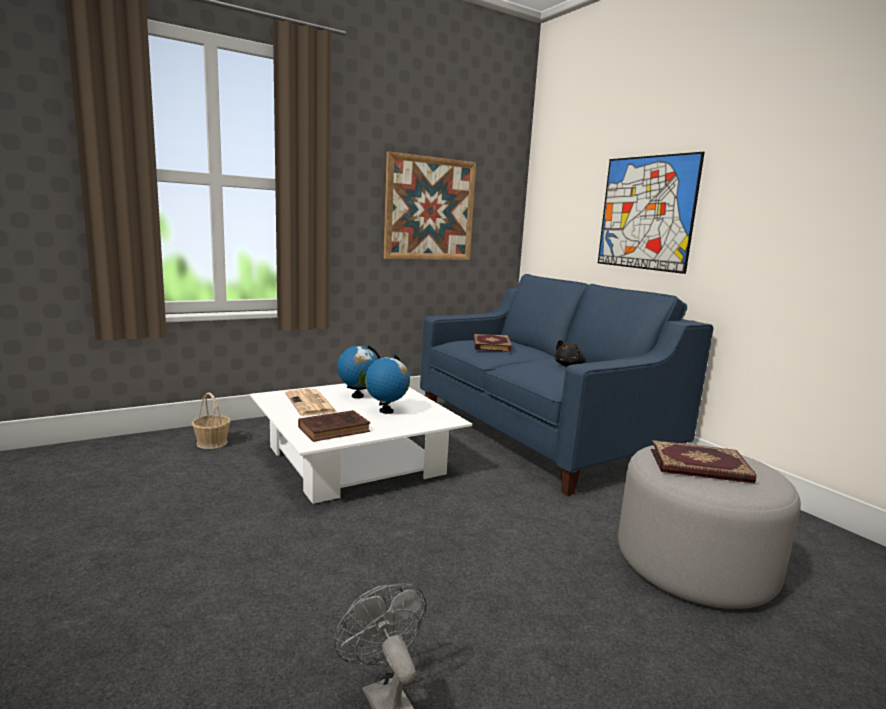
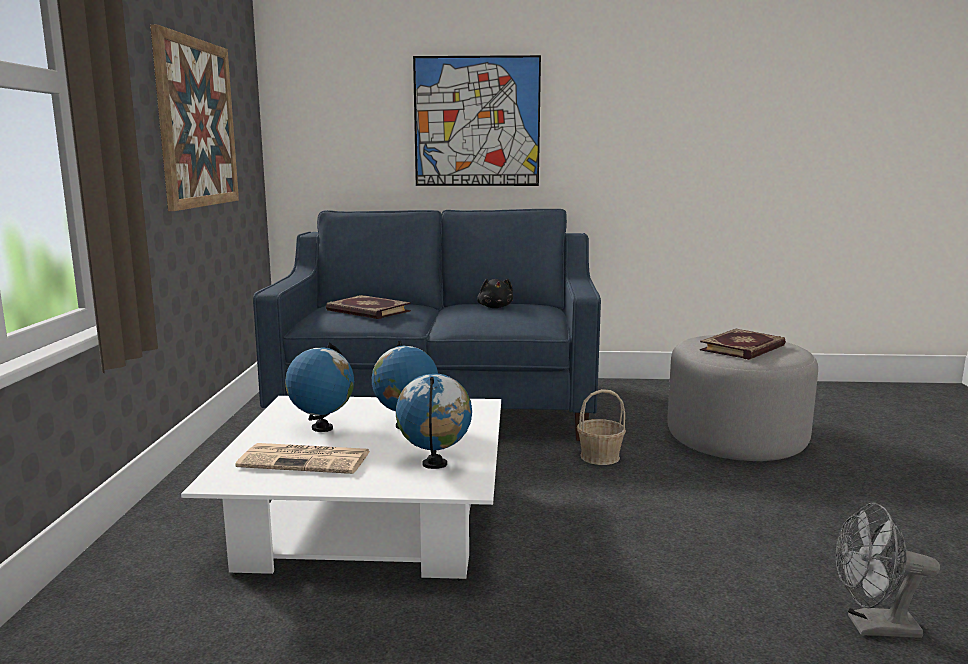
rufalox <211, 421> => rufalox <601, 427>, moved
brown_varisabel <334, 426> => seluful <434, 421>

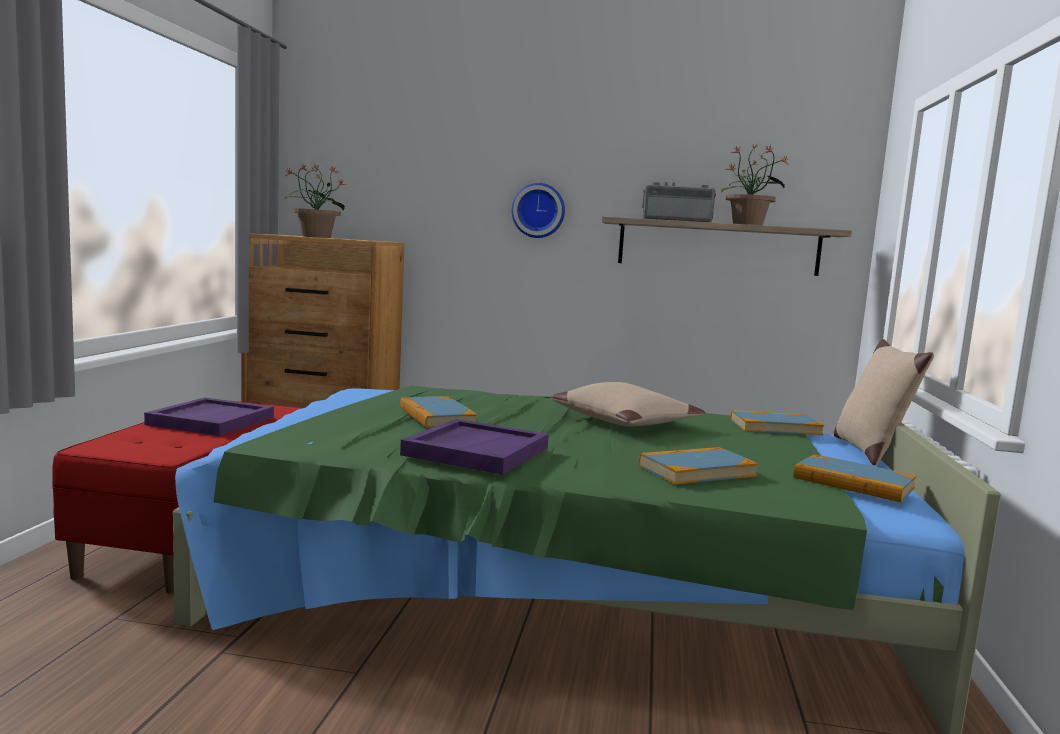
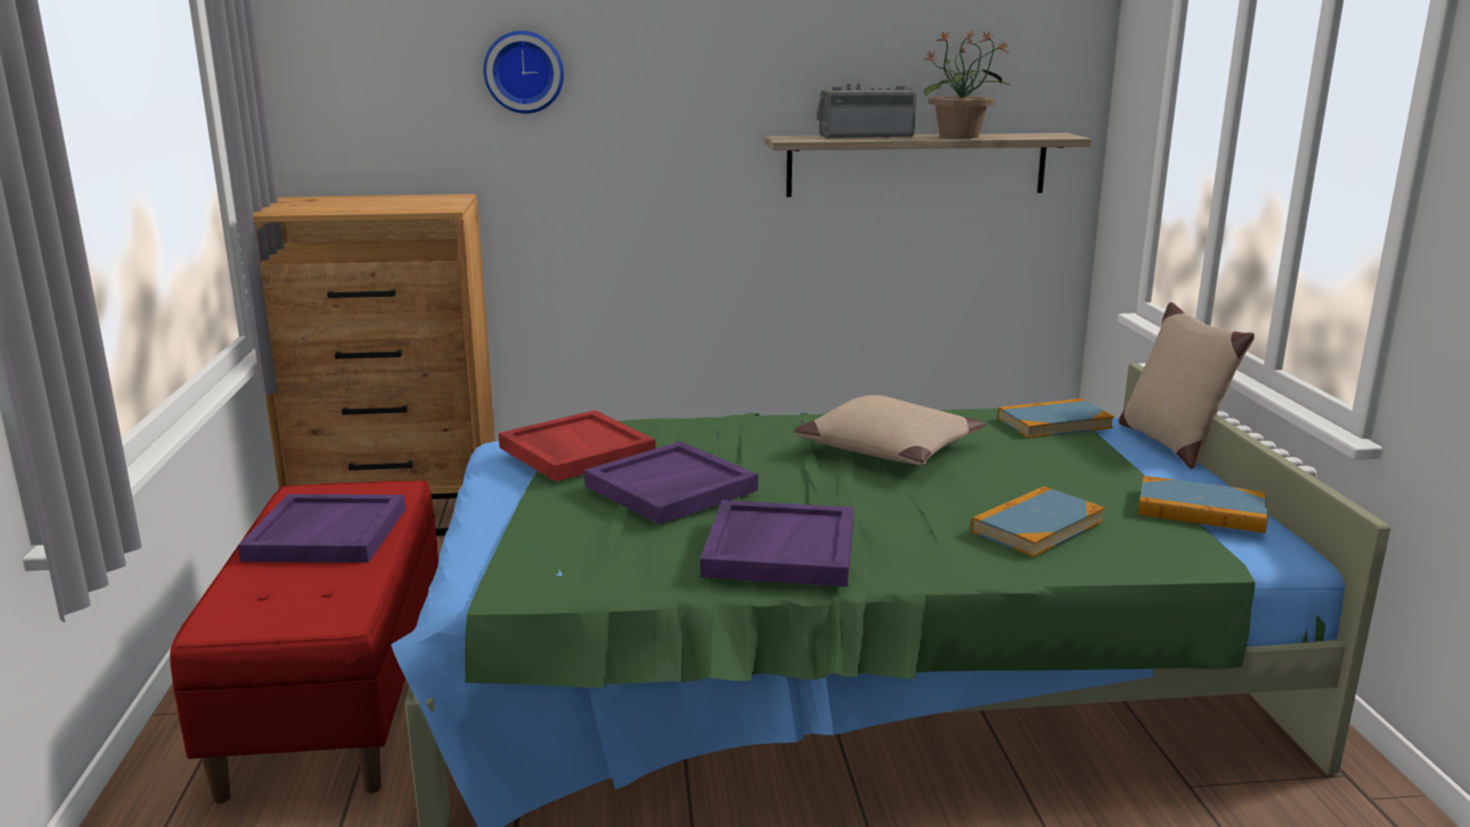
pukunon <315, 200> => nothing
varisabel <438, 412> => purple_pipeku <671, 483>
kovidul <538, 210> => kovidul <523, 72>, moved
nothing => red_pipeku <577, 446>

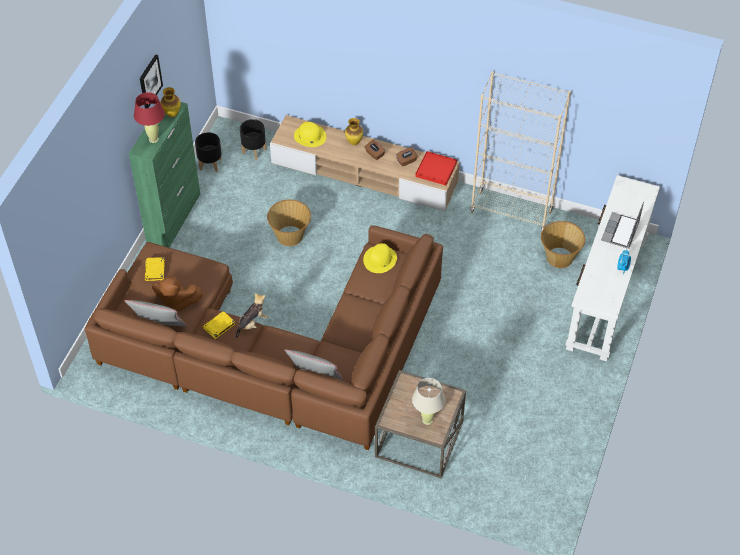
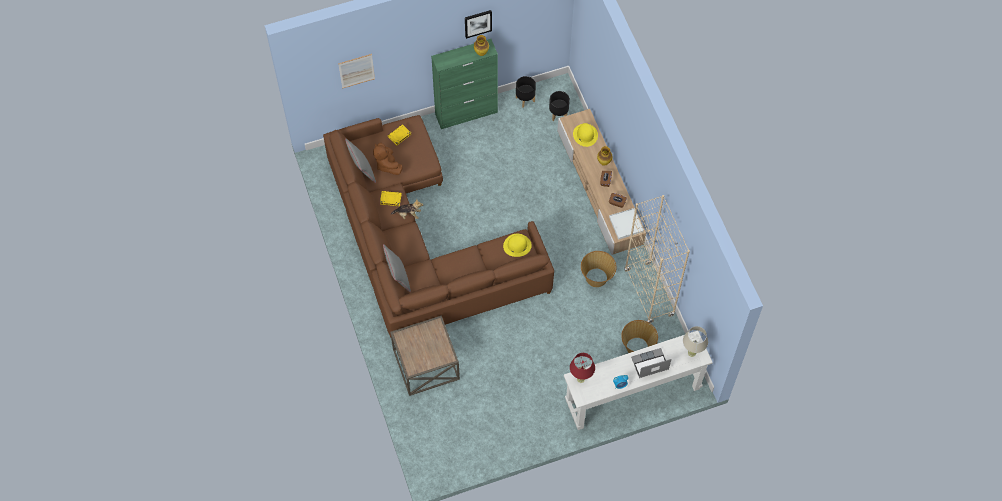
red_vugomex <149, 117> => red_vugomex <582, 368>, moved
rufalox <289, 223> => rufalox <599, 269>, moved
beige_vugomex <428, 401> => beige_vugomex <695, 341>, moved
red_pipeku <436, 168> => white_pipeku <626, 224>
nothing => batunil <356, 71>

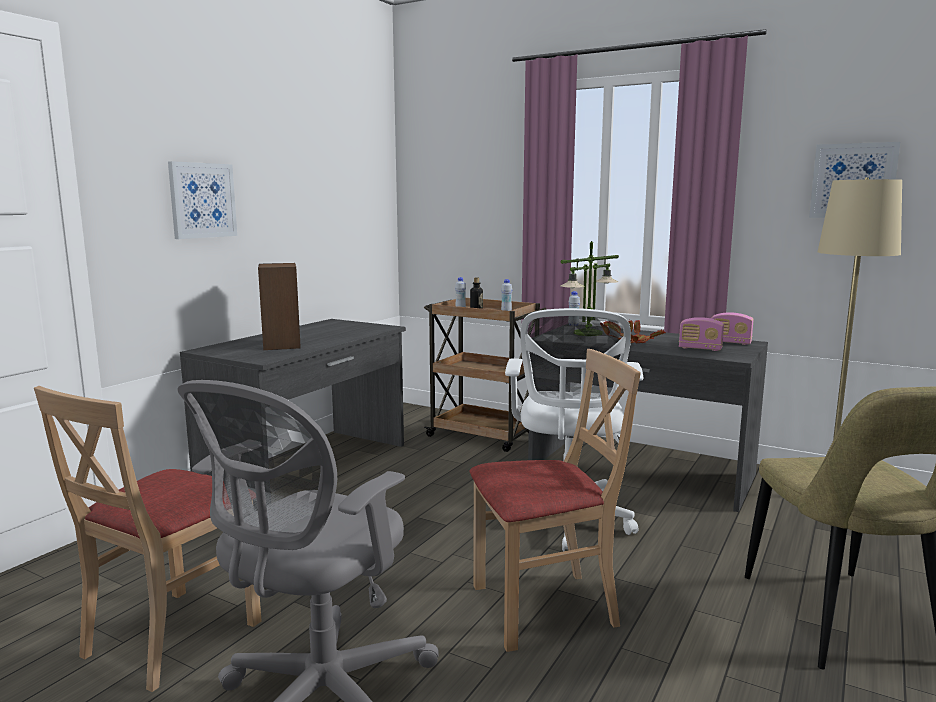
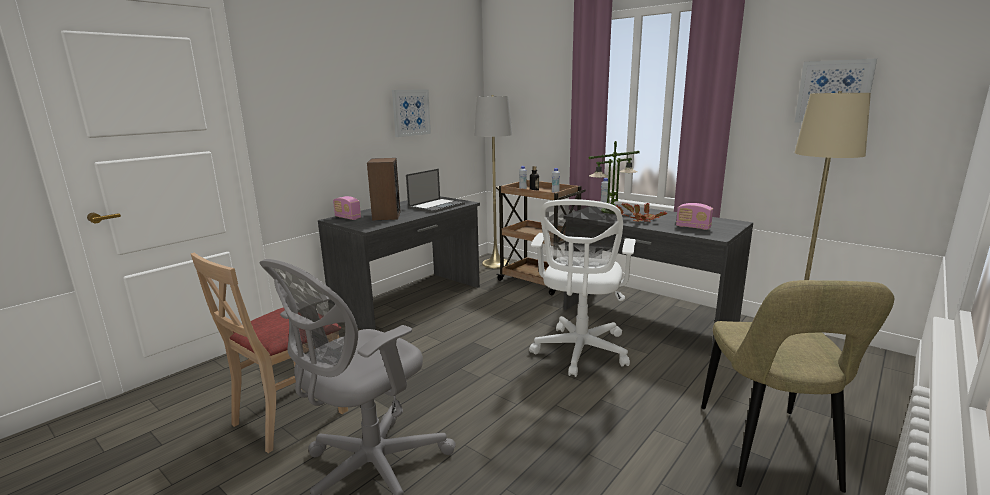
batunil <202, 200> => batunil <411, 113>, moved
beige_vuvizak <555, 500> => nothing
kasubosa <732, 328> => kasubosa <347, 208>, moved
nothing => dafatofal <435, 191>
nothing => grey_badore <493, 181>

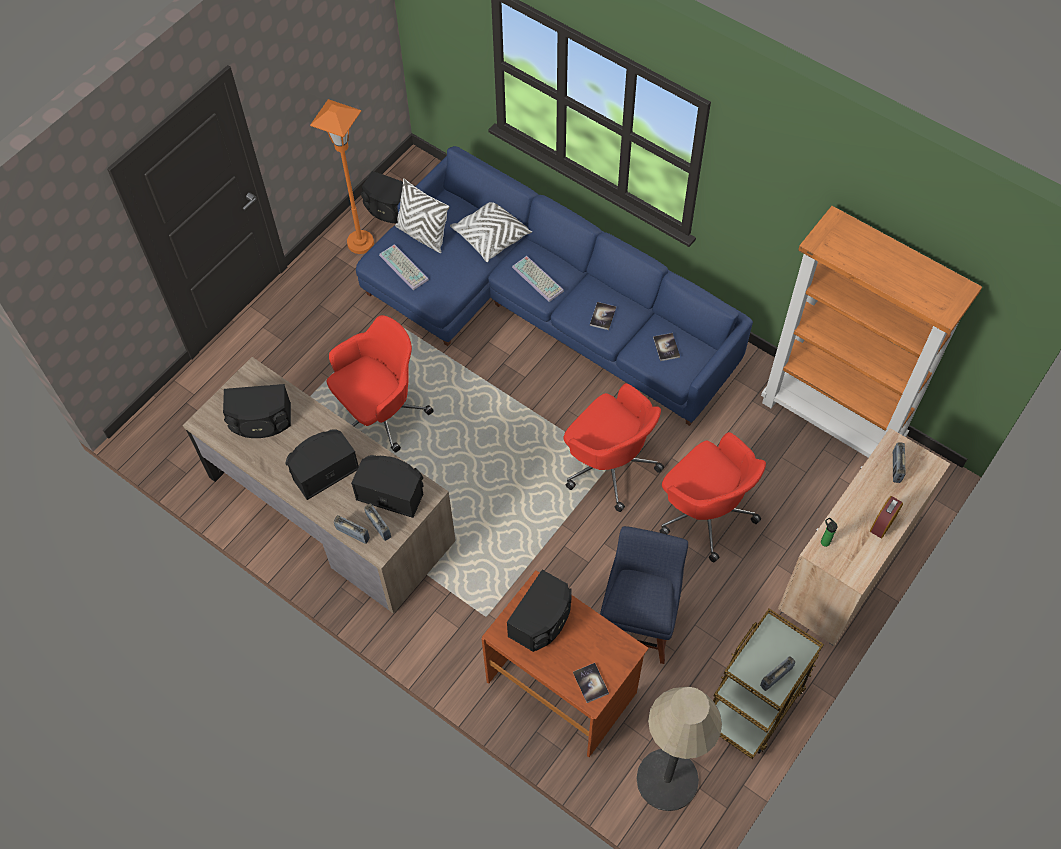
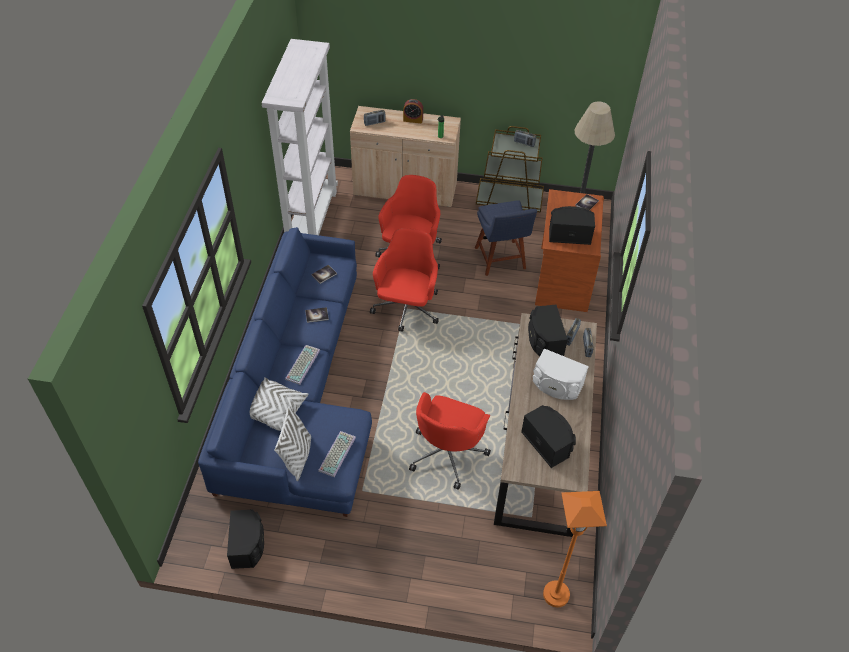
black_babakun <322, 464> => white_babakun <561, 374>
orange_badore <342, 176> => orange_badore <575, 549>, moved
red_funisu <380, 384> => red_funisu <450, 441>, 90 degrees counterclockwise
blue_vuvizak <644, 595> => blue_vuvizak <506, 238>, 90 degrees counterclockwise
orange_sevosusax <871, 332> => white_sevosusax <300, 137>

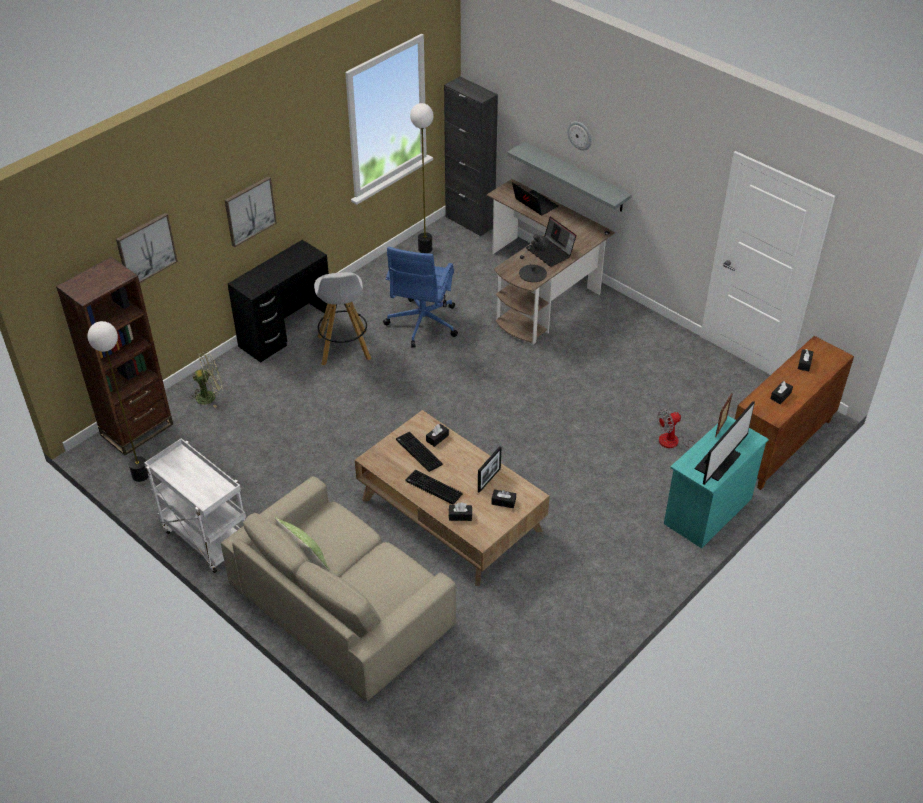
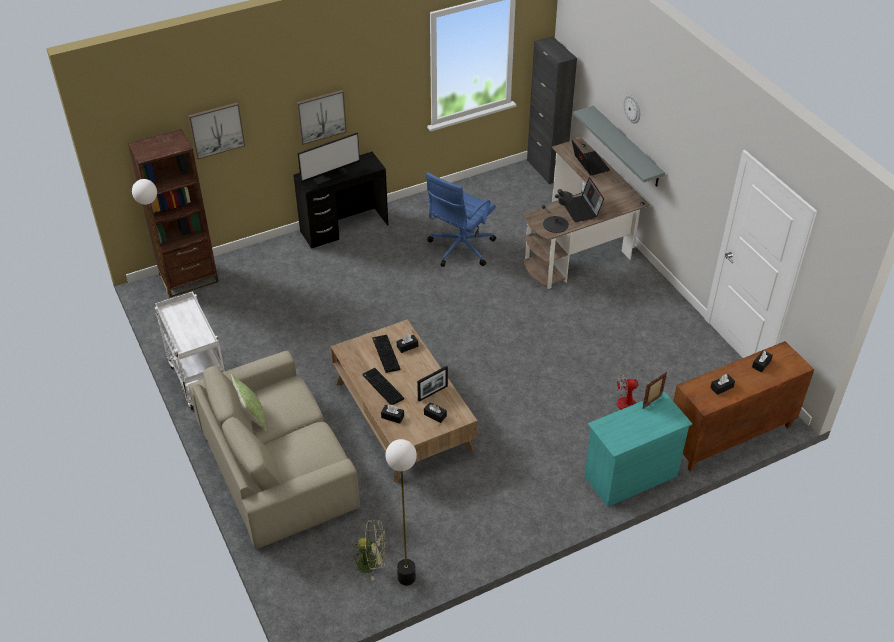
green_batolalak <206, 379> => green_batolalak <368, 550>, moved
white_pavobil <342, 318> => nothing
badore <422, 178> => badore <401, 512>, moved
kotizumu <725, 443> => kotizumu <329, 159>, moved

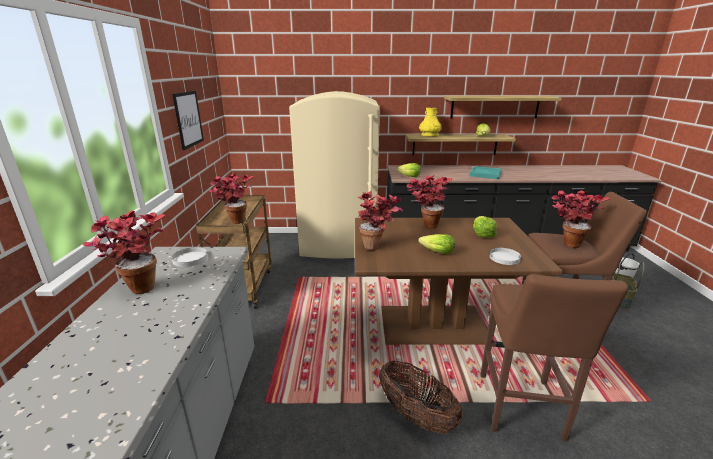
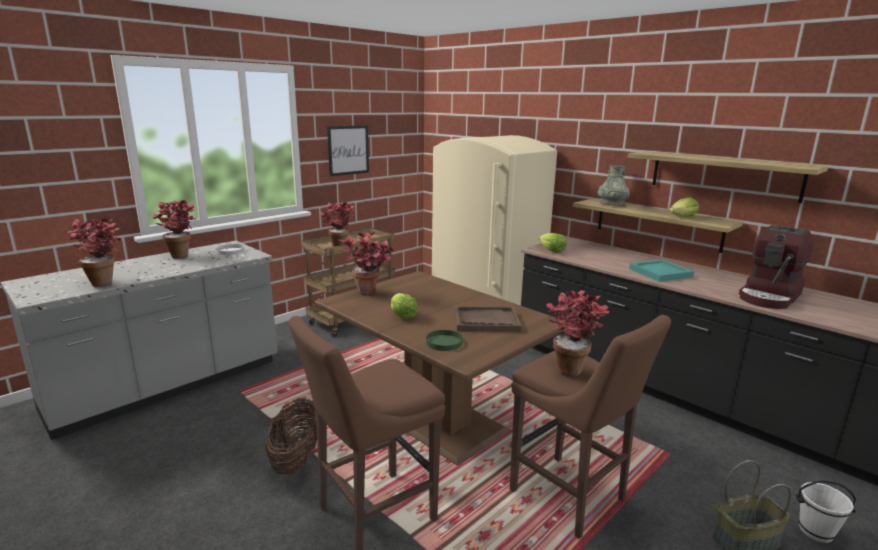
pukunon <429, 202> => pukunon <94, 252>, moved
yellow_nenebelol <430, 122> => grey_nenebelol <614, 185>
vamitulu <485, 227> => brown_pipeku <488, 319>
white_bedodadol <505, 256> => green_bedodadol <444, 340>
nothing => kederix <776, 267>

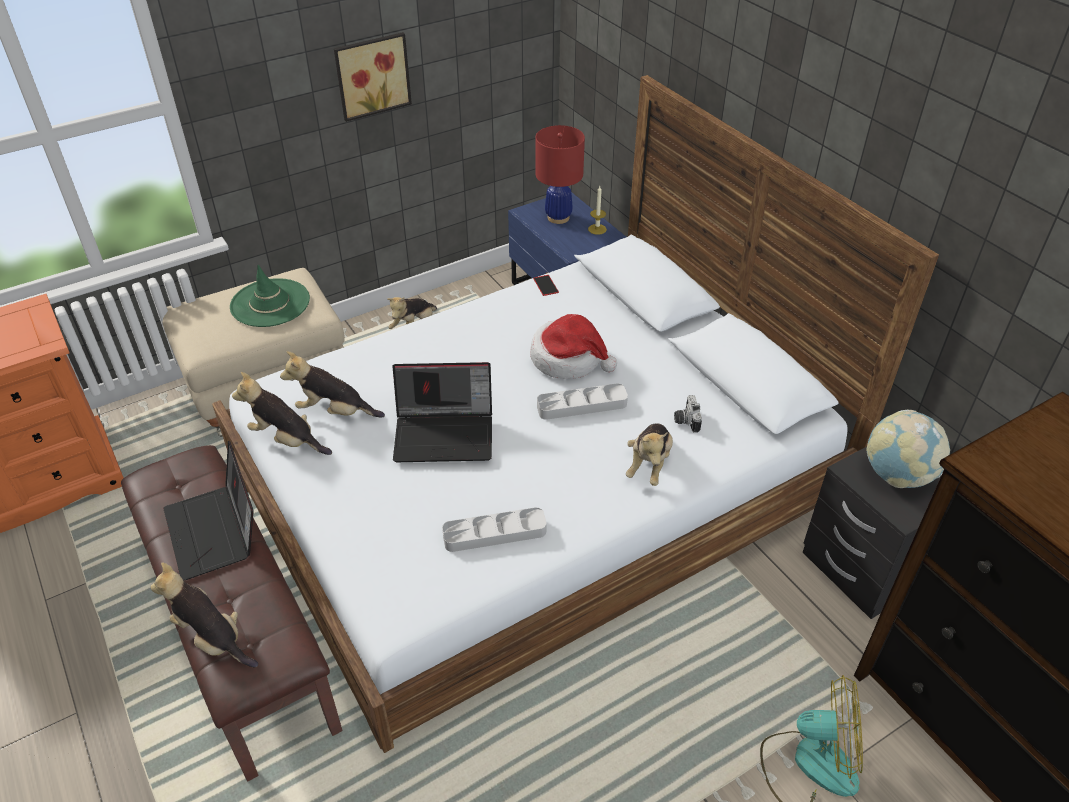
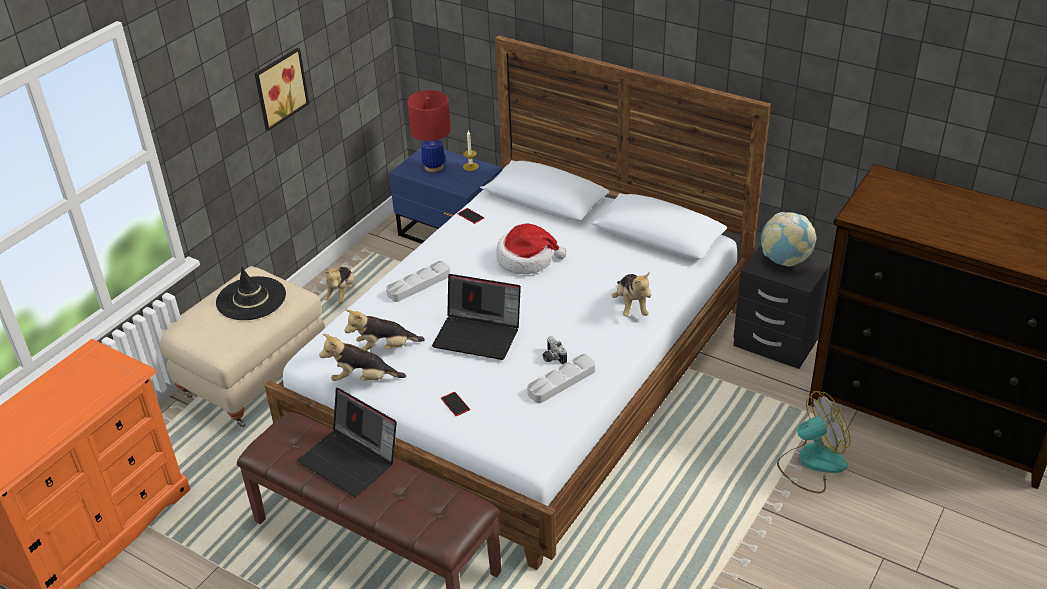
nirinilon <204, 615> => nothing
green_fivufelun <270, 296> => black_fivufelun <251, 293>
dafatofal <442, 412> => dafatofal <476, 317>, 45 degrees clockwise
grey_pipeku <582, 401> => grey_pipeku <418, 281>, moved
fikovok <688, 414> => fikovok <555, 350>, moved
nothing => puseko <455, 404>

